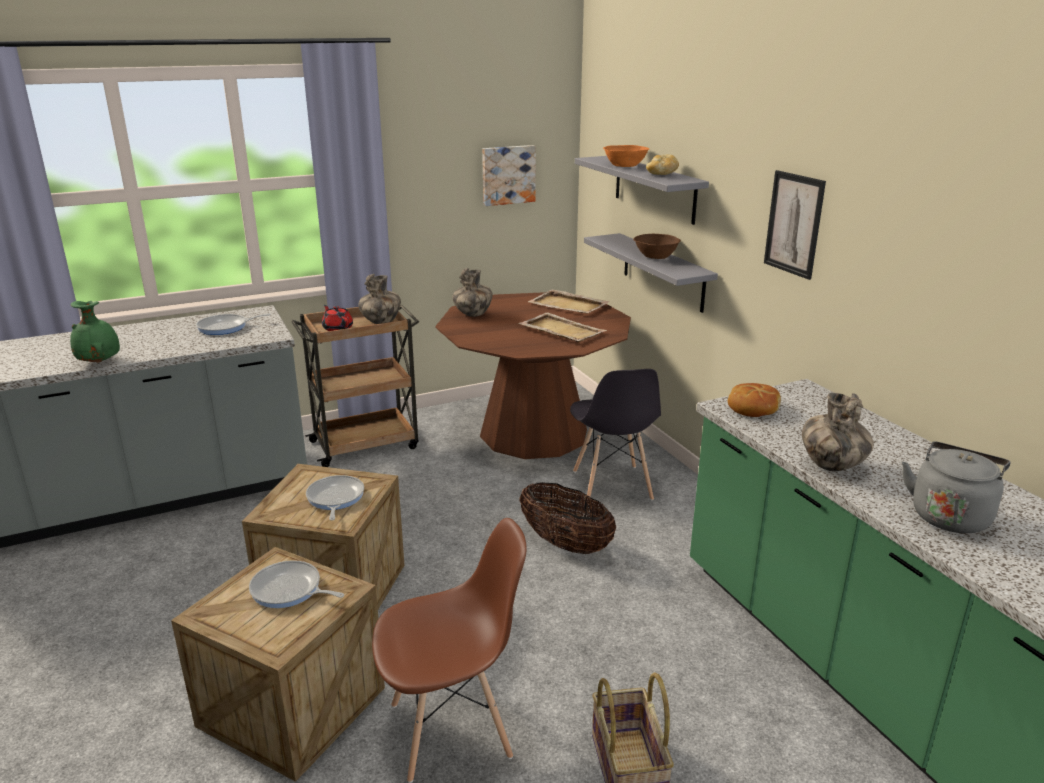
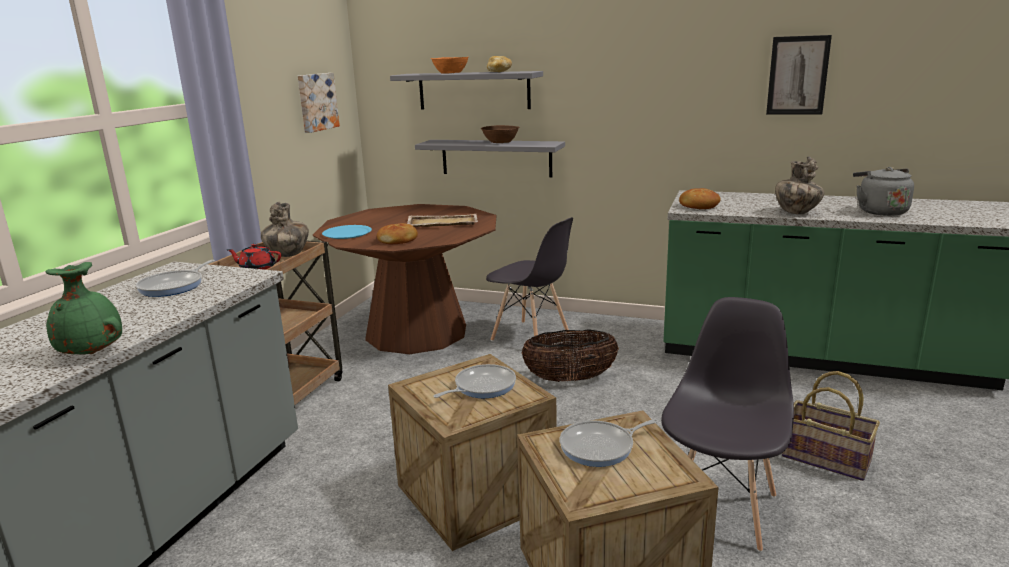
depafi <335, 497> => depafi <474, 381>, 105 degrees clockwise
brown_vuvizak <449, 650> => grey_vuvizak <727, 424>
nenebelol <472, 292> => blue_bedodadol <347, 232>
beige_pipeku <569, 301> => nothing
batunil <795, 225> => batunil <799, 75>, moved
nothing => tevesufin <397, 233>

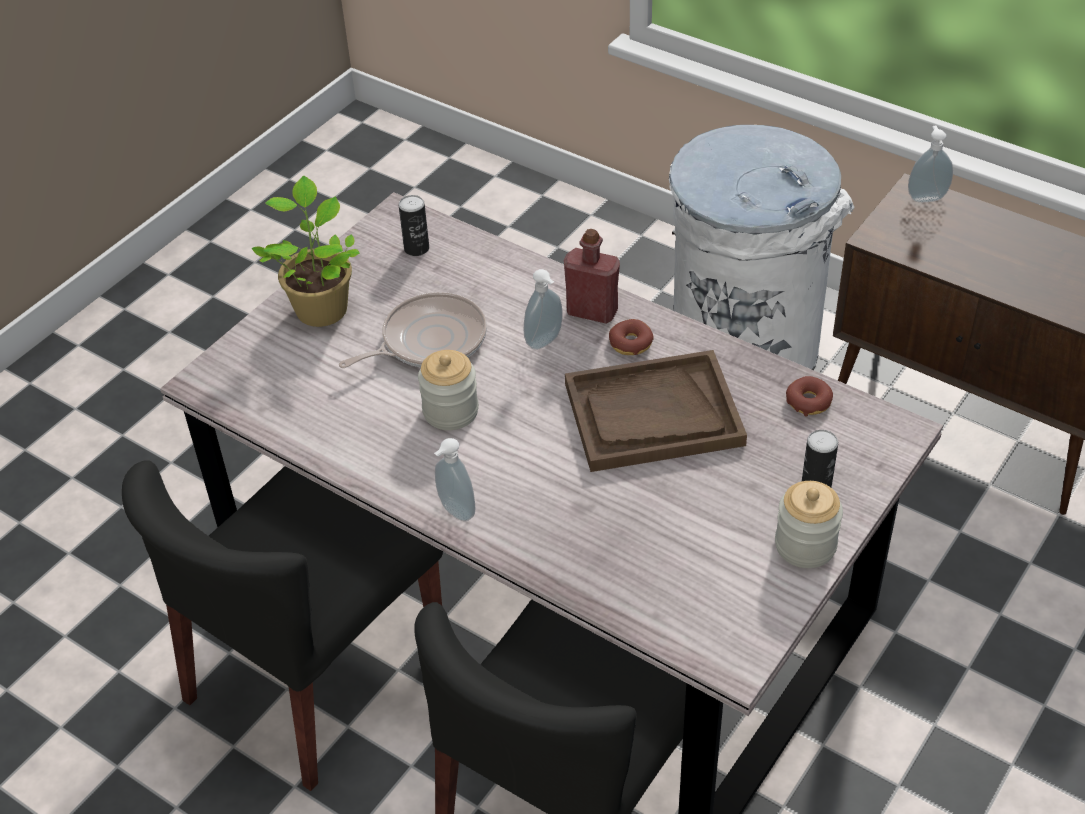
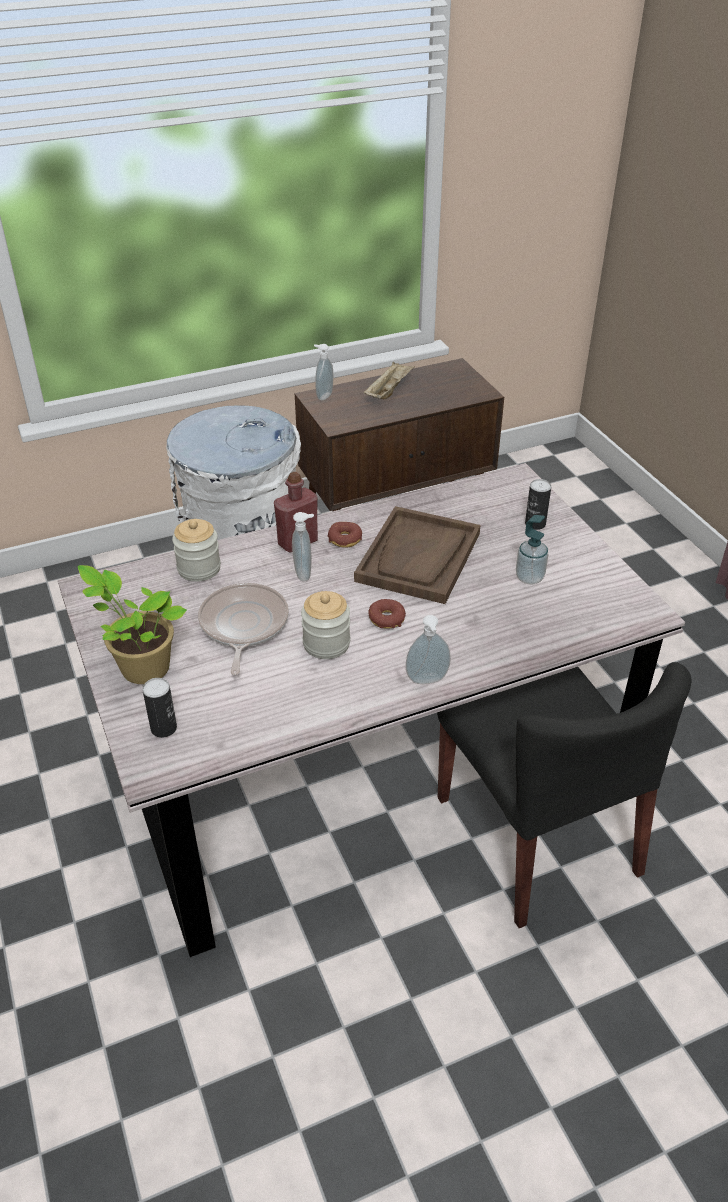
black_vuvizak <282, 626> => nothing
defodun <414, 225> => defodun <159, 708>, moved
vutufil <809, 524> => vutufil <196, 550>, moved
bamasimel <809, 396> => bamasimel <387, 614>, moved
nothing => beige_pipeku <389, 380>
nothing => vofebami <532, 549>

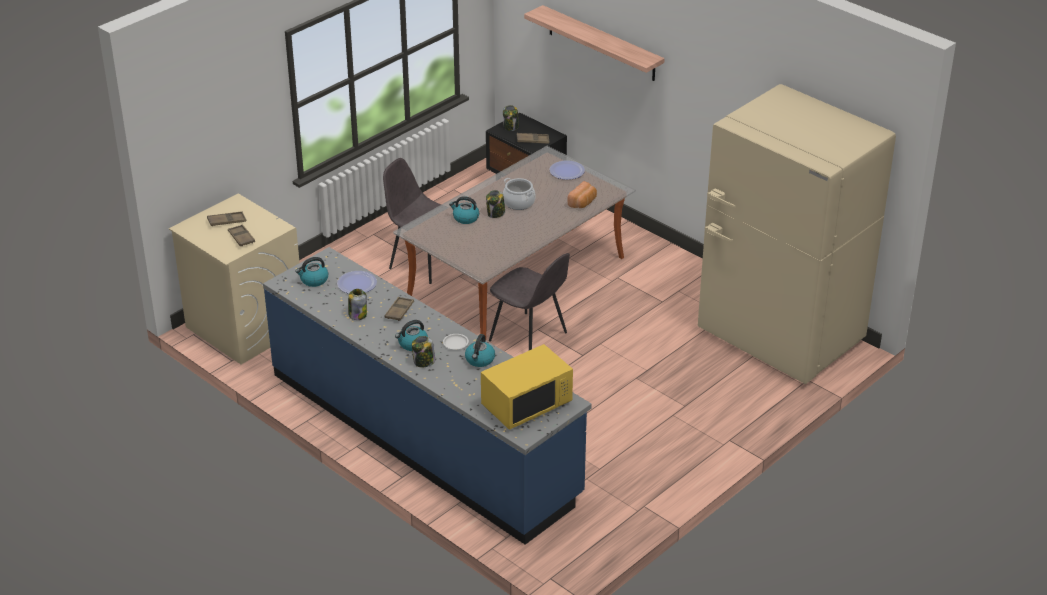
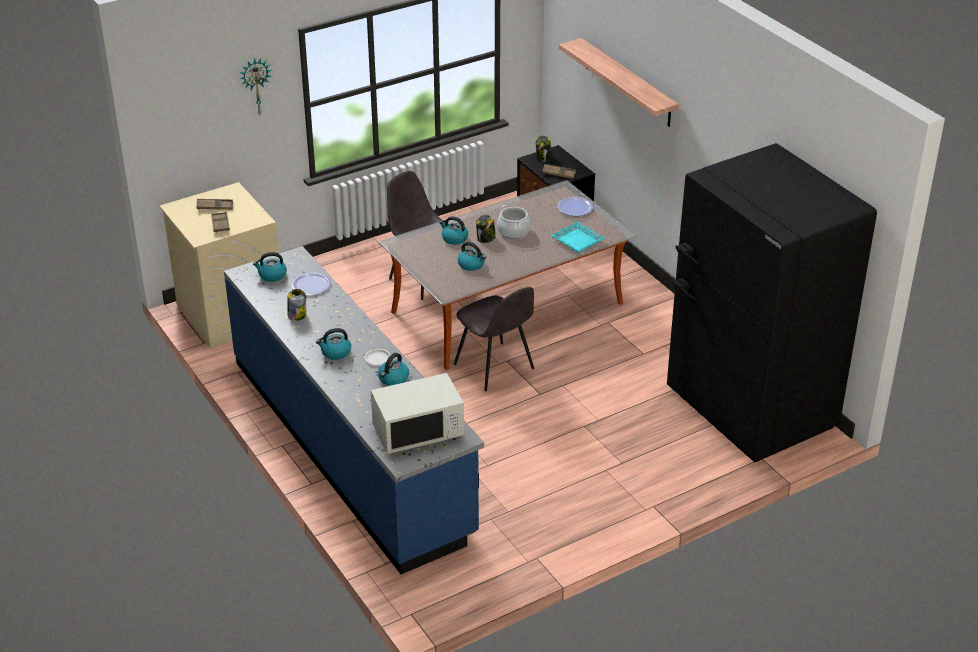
brown_pipeku <399, 309> => nothing
vutufil <423, 351> => nothing
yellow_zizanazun <527, 387> => white_zizanazun <417, 413>
tevesufin <582, 194> => turquoise_pipeku <578, 237>
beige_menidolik <797, 234> => black_menidolik <772, 302>
nothing => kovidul <256, 86>
nothing => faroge <472, 256>

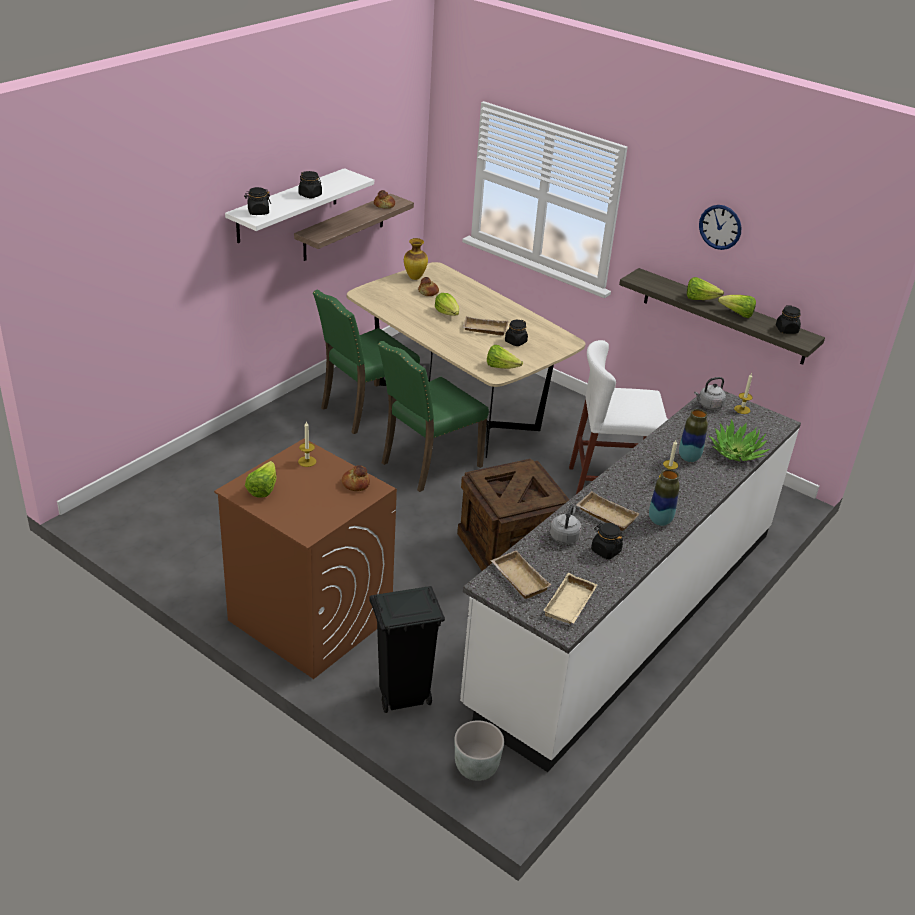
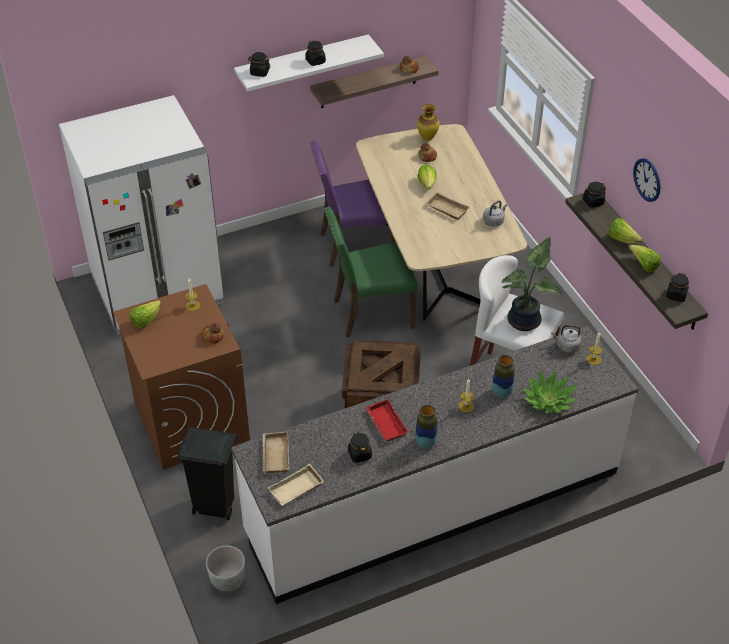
green_vuvizak <366, 362> => purple_vuvizak <353, 203>
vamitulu <505, 357> => nothing
black_vutufil <516, 333> => black_vutufil <594, 195>, moved
grey_faroge <566, 524> => grey_faroge <495, 213>, moved
beige_pipeku <608, 511> => red_pipeku <387, 420>
nothing => white_menidolik <141, 215>
nothing => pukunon <532, 284>

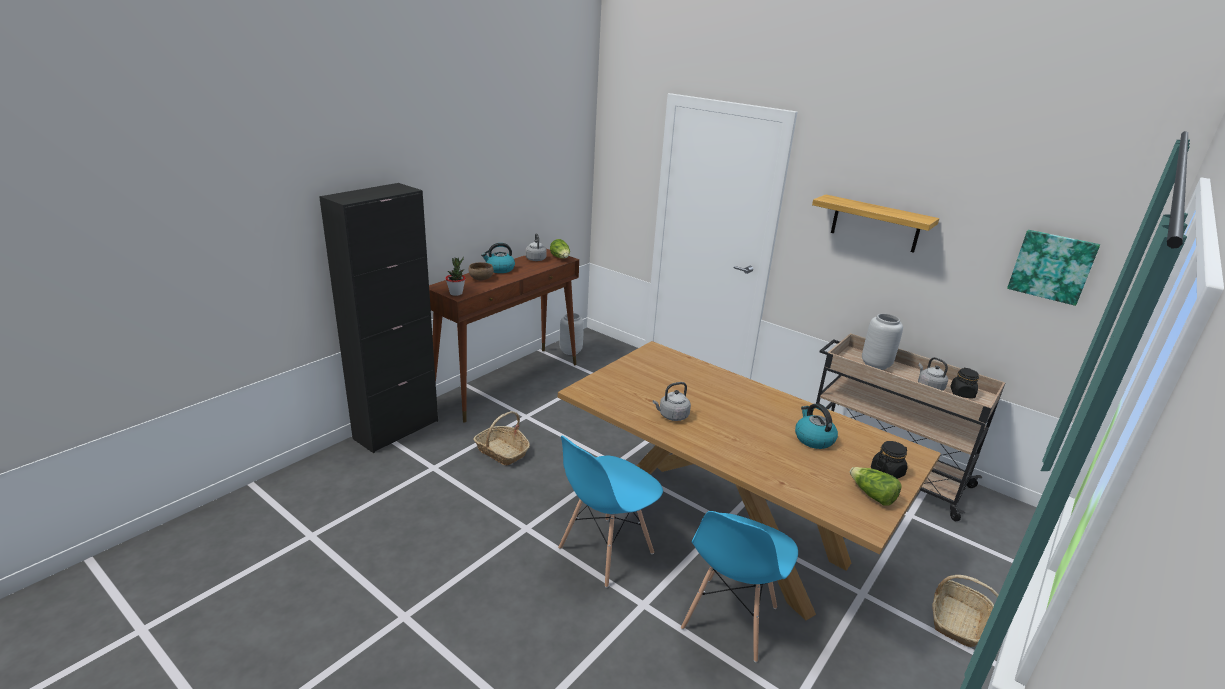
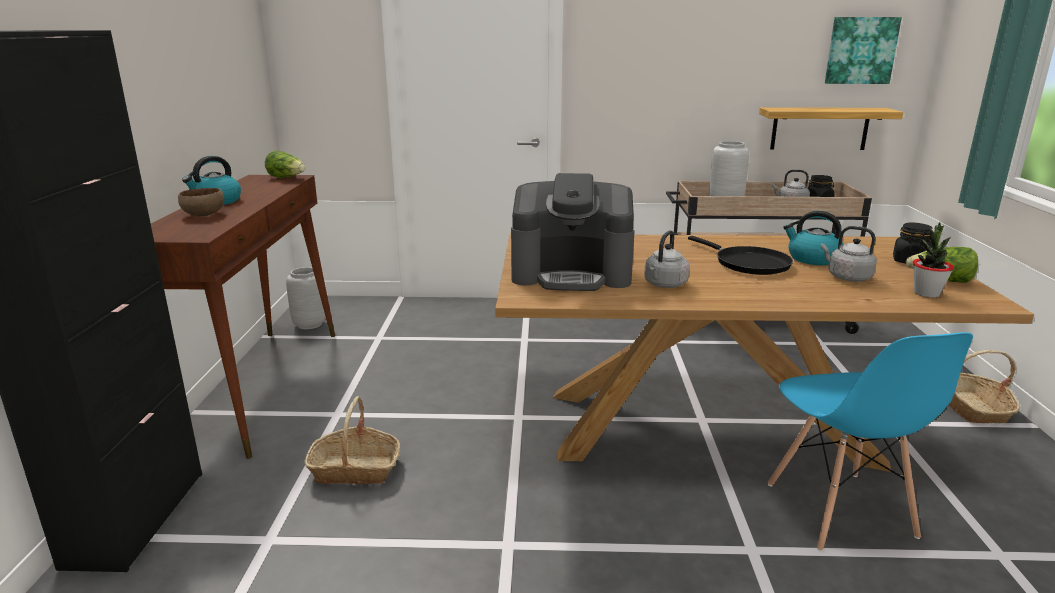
pukunon <455, 276> => pukunon <933, 260>, moved
grey_faroge <536, 247> => grey_faroge <849, 254>, moved
blue_vuvizak <610, 512> => nothing
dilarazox <875, 223> => dilarazox <831, 128>, moved
nothing => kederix <573, 232>
nothing => black_depafi <740, 255>

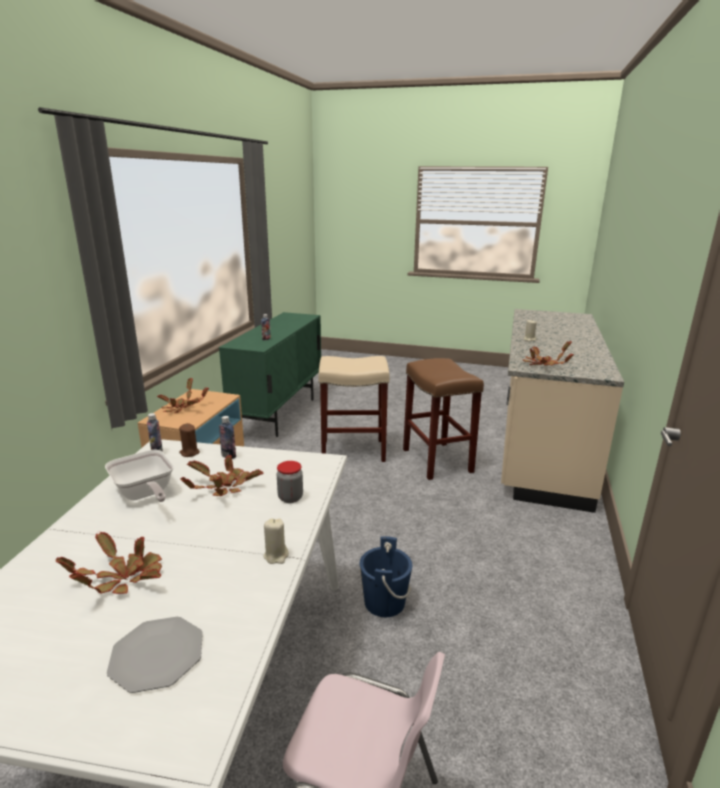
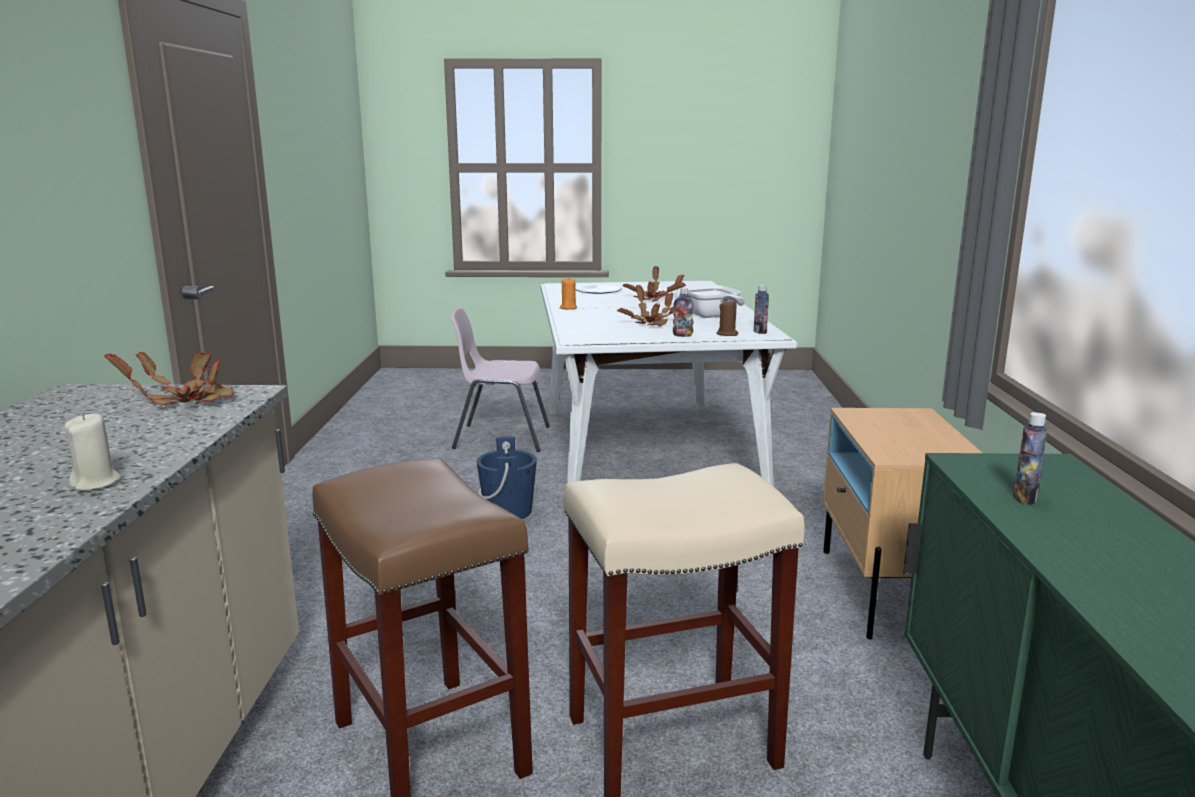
depafi <139, 476> => depafi <714, 301>, 150 degrees counterclockwise
pukunon <183, 395> => nothing
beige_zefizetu <276, 541> => orange_zefizetu <568, 293>
vutufil <290, 482> => nothing

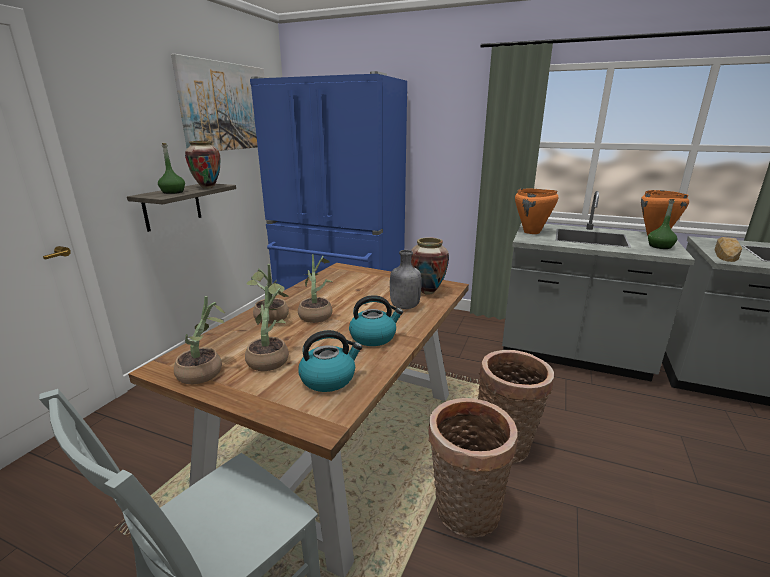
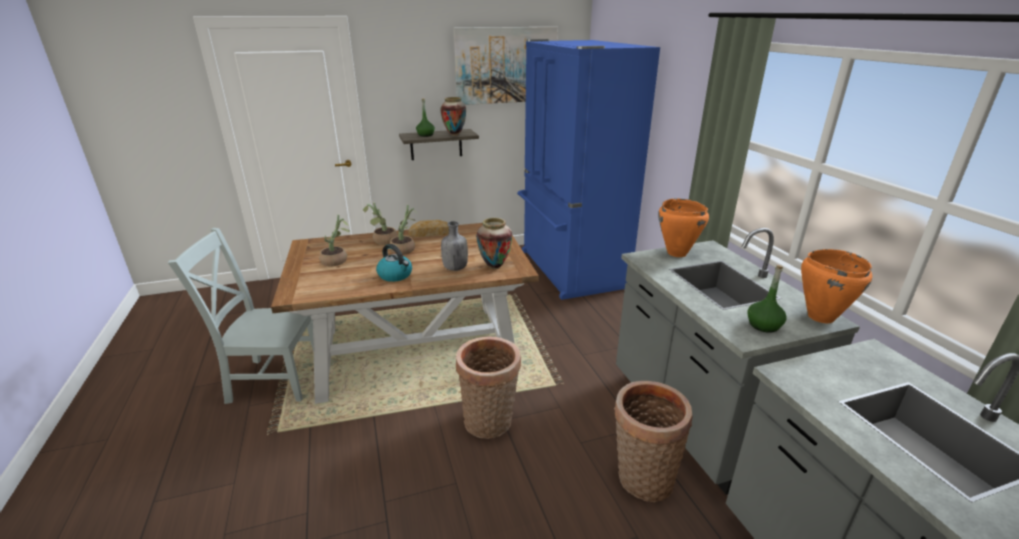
pukunon <199, 340> => nothing
faroge <330, 361> => nothing
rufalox <473, 468> => rufalox <653, 441>, moved
tevesufin <728, 249> => tevesufin <428, 228>, moved

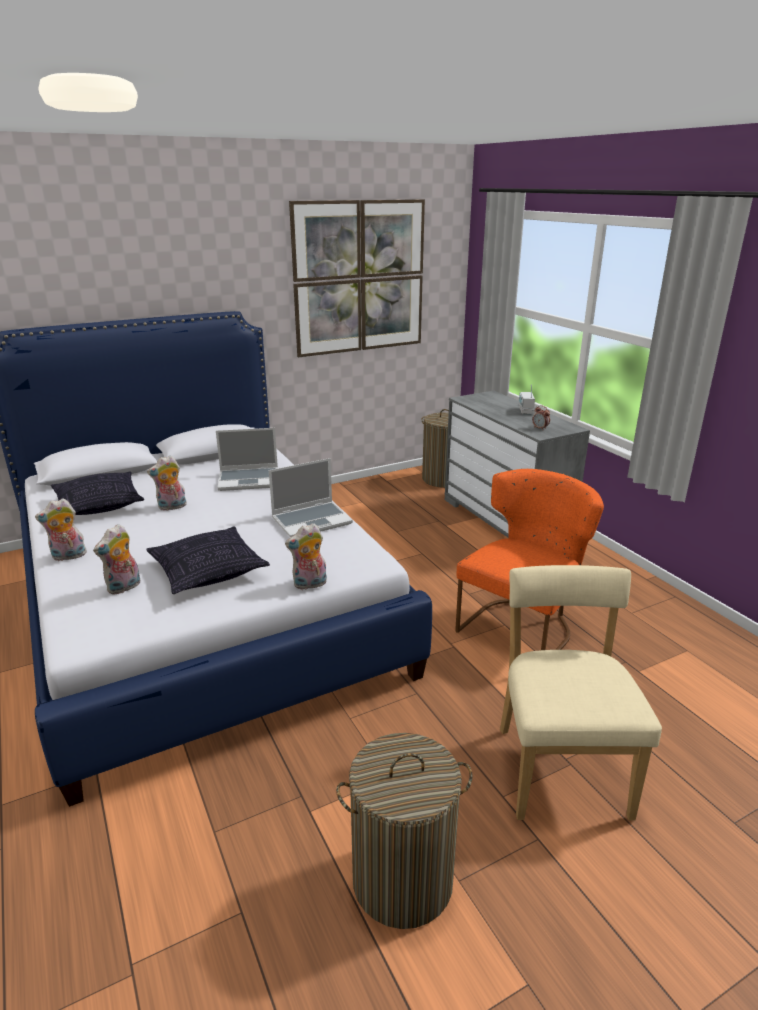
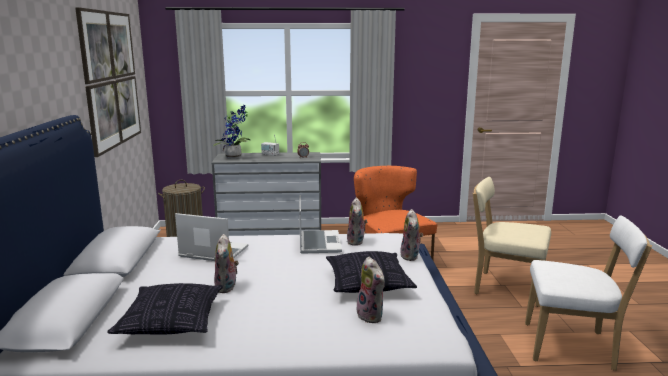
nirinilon <61, 529> => nirinilon <357, 222>, moved
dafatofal <247, 459> => dafatofal <211, 237>, 90 degrees counterclockwise
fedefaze <404, 831> => white_vuvizak <588, 293>
nothing => pukunon <231, 132>

